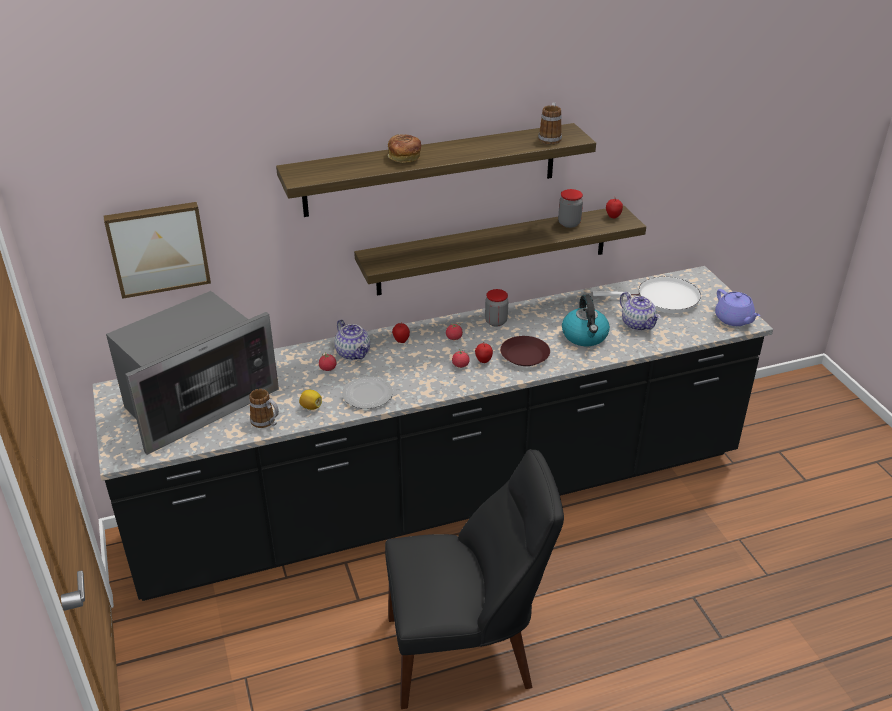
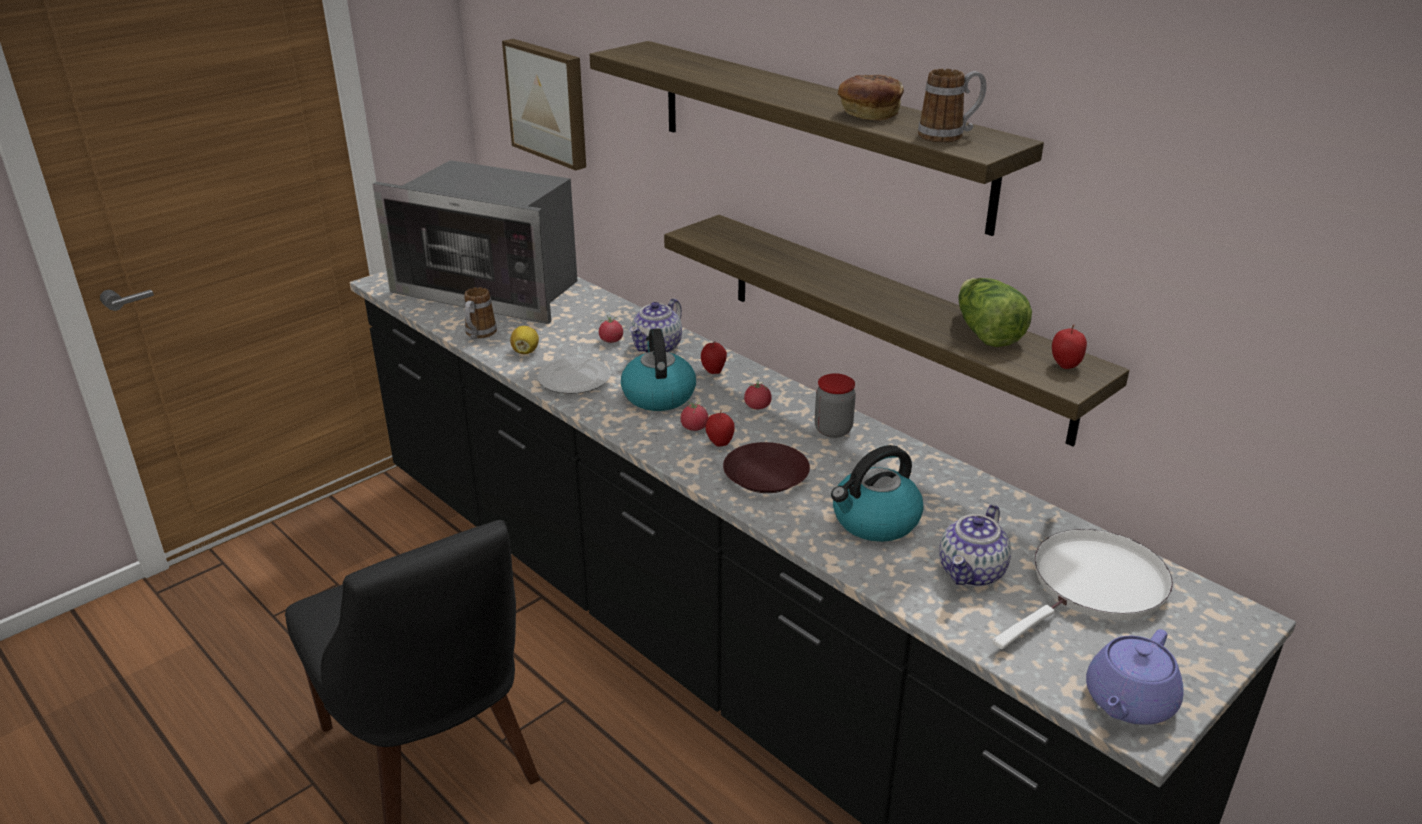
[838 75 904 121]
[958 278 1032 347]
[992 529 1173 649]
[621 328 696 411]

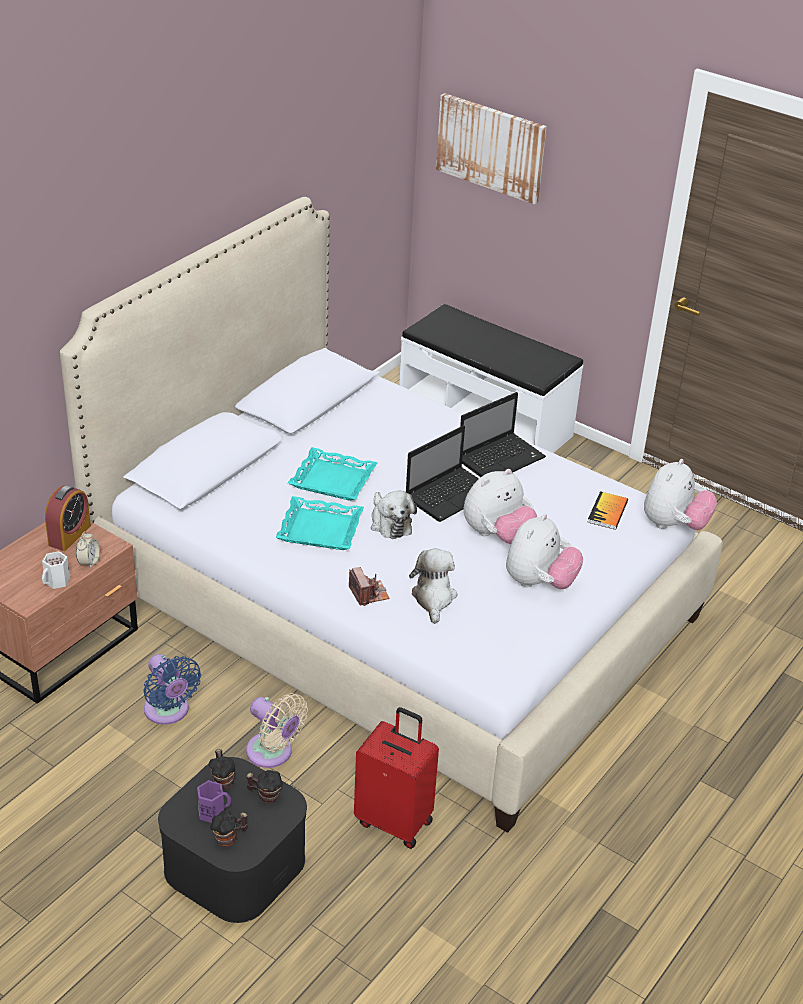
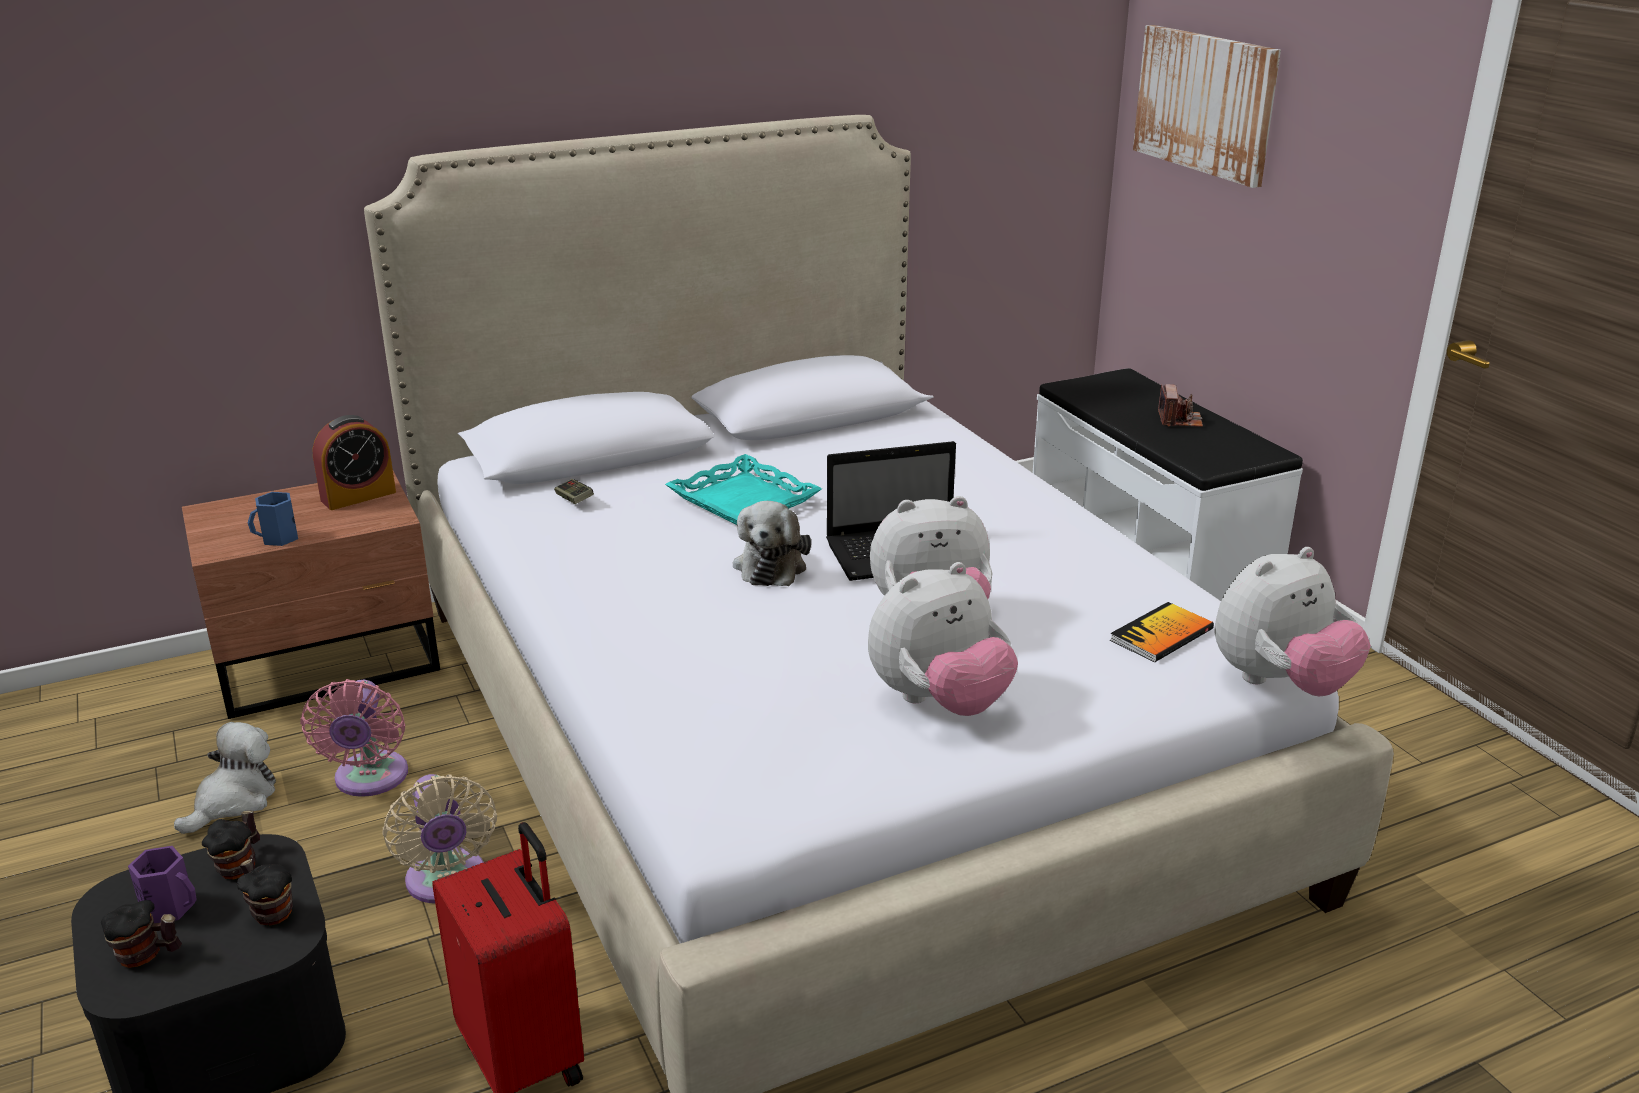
[248 492 298 546]
[76 531 100 569] (first image)
[300 679 408 797]
[275 496 364 550] (first image)
[1158 384 1203 427]
[174 722 276 834]
[460 392 546 477] (first image)
[554 479 594 504]

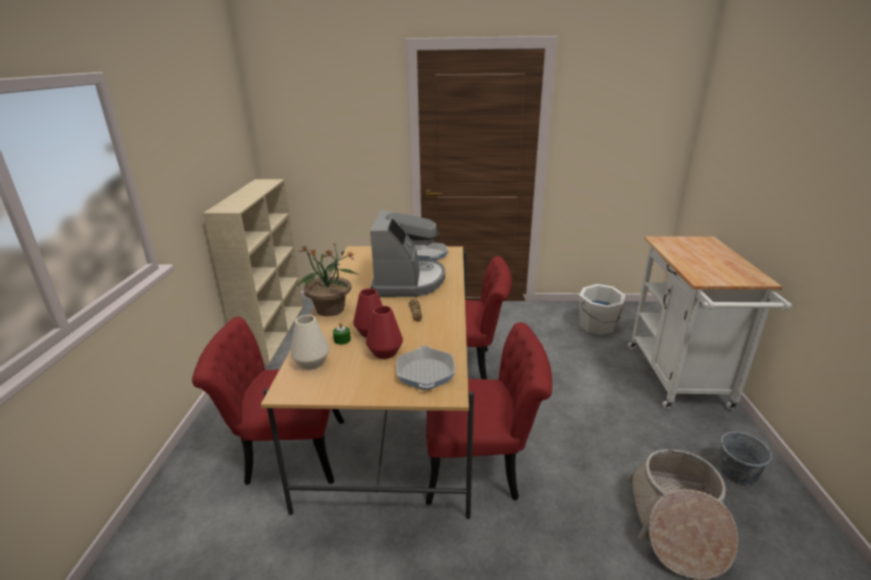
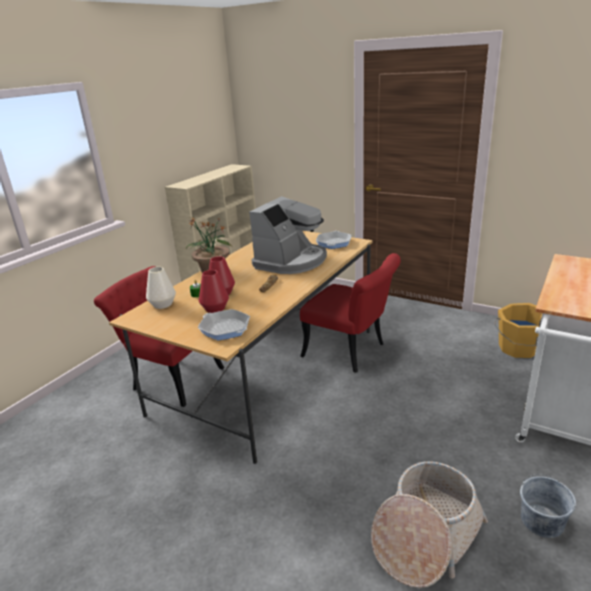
[198 309 250 340]
[426 322 552 505] (first image)
[494 303 542 358]

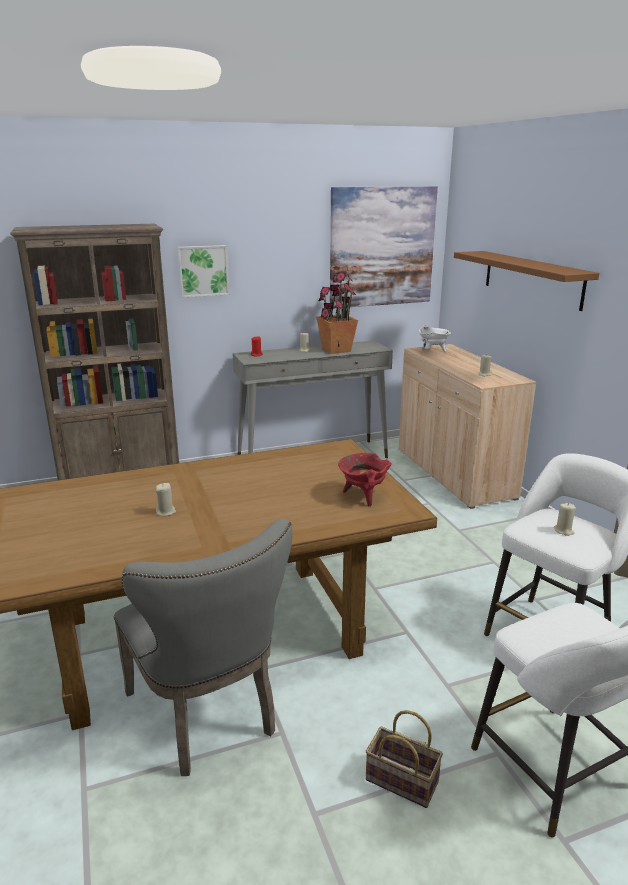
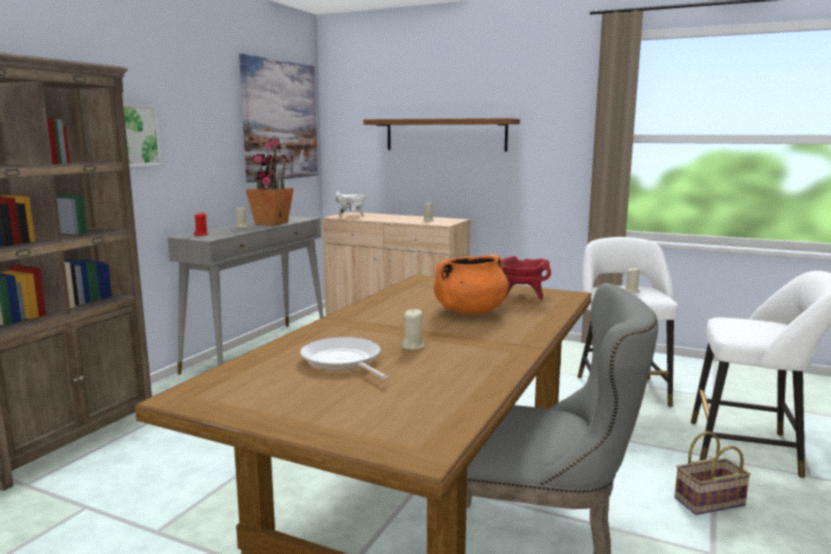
[300 337 389 380]
[434 255 509 314]

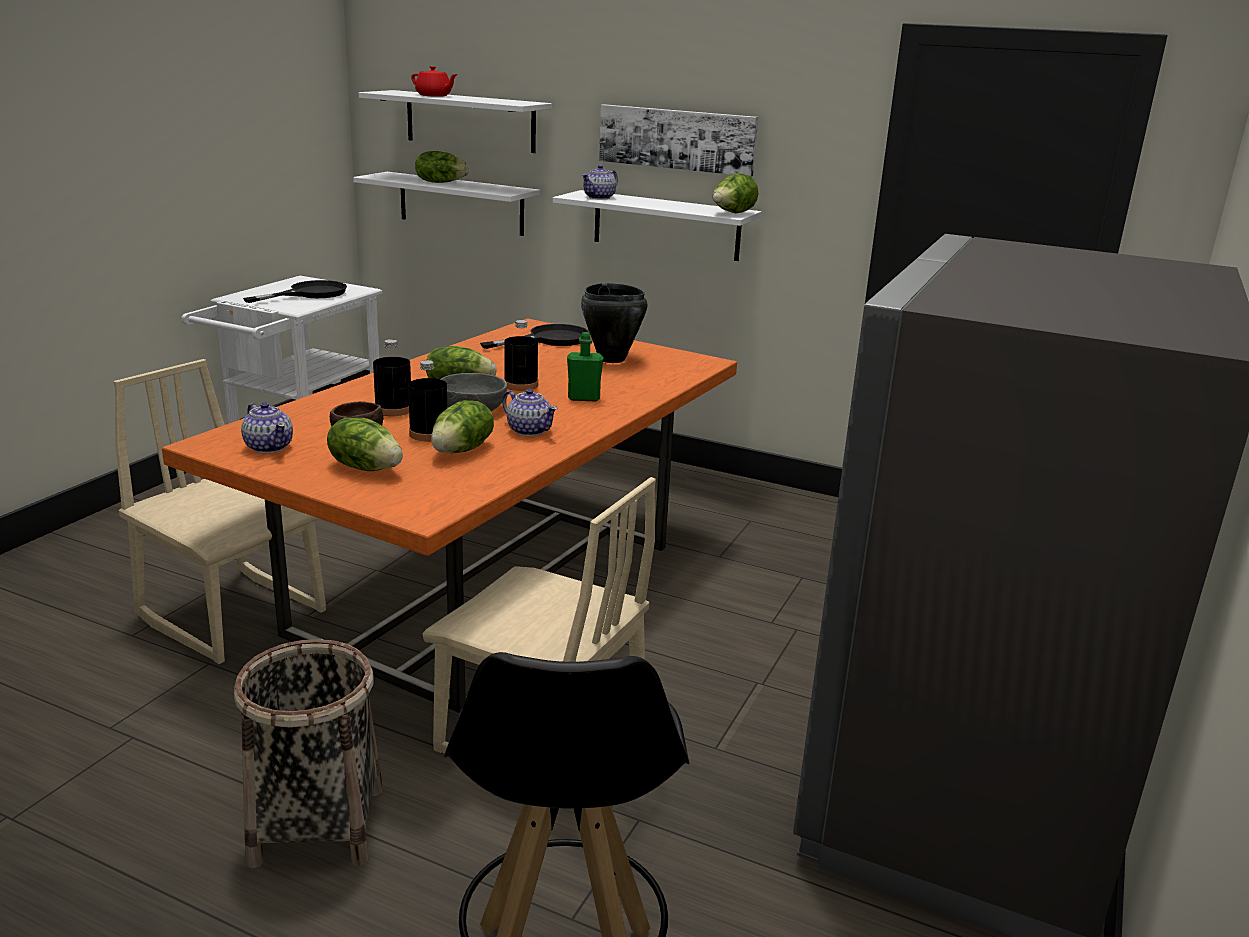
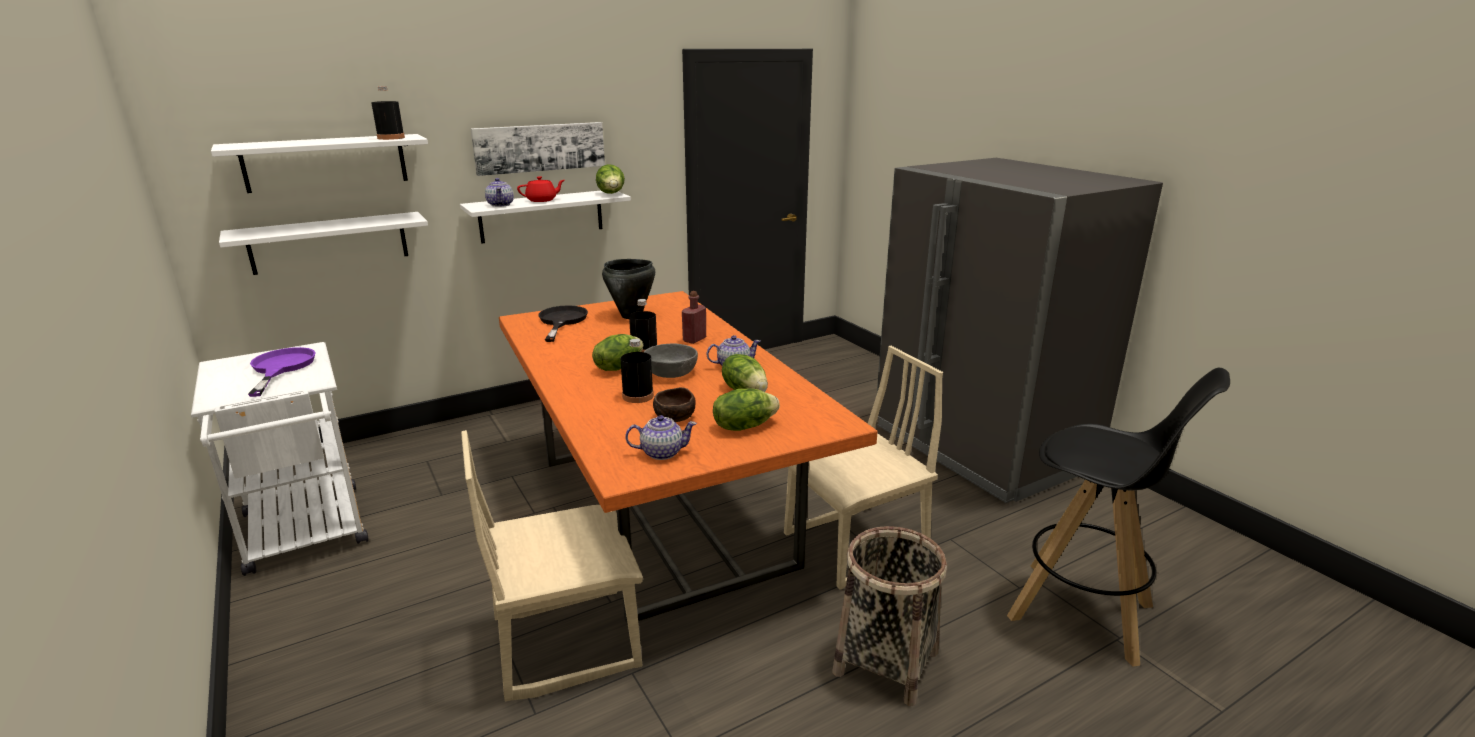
[248 347 316 397]
[371 86 405 140]
[517 176 564 202]
[415 151 469 183] (first image)
[682 291 706 344]

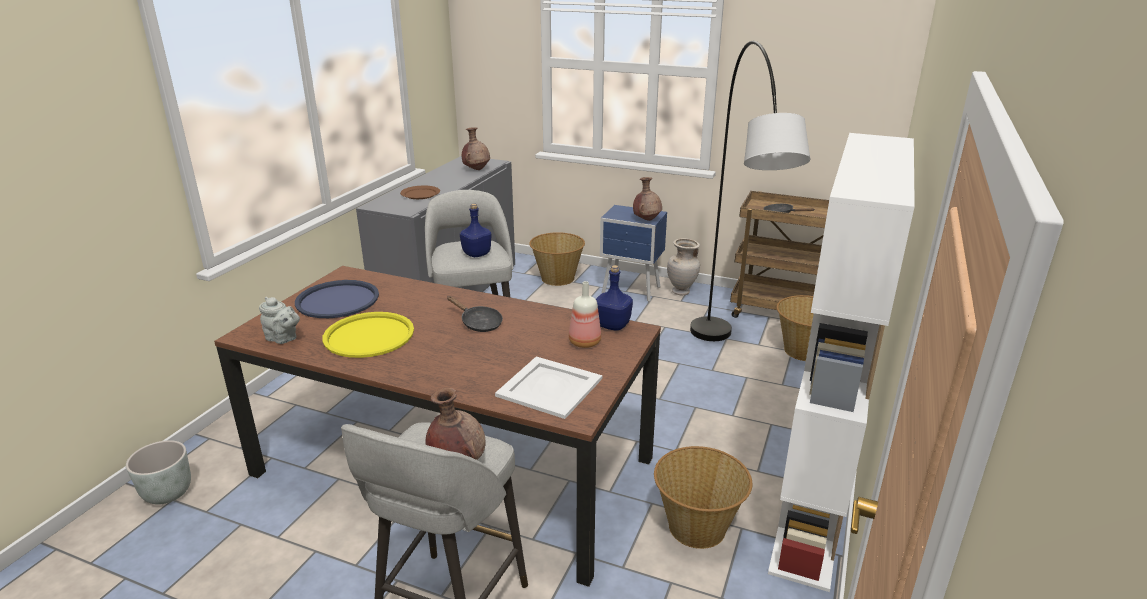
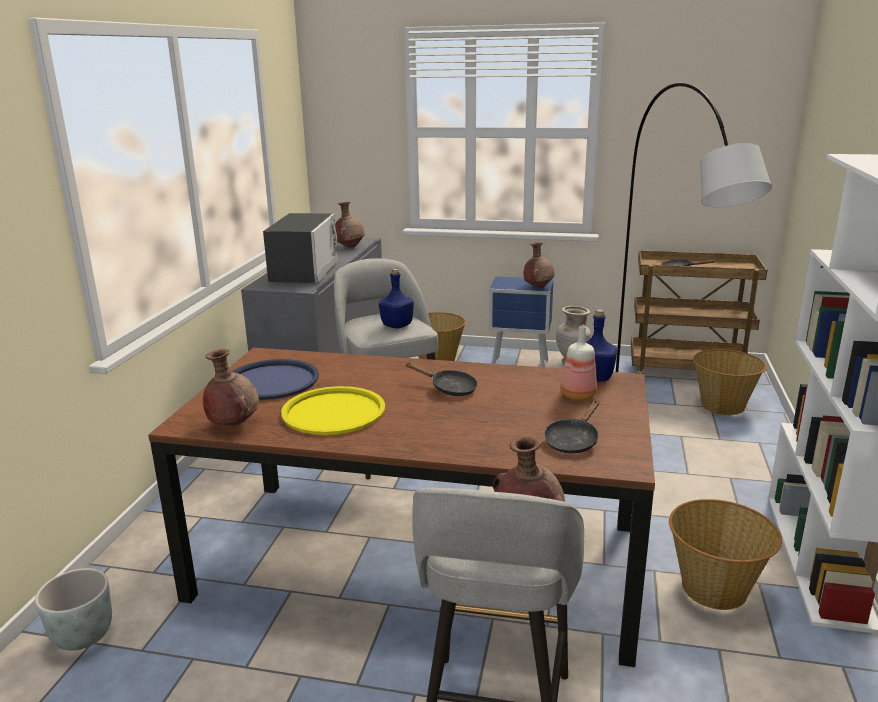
[203 349 259 425]
[263 213 338 283]
[544 400 599 454]

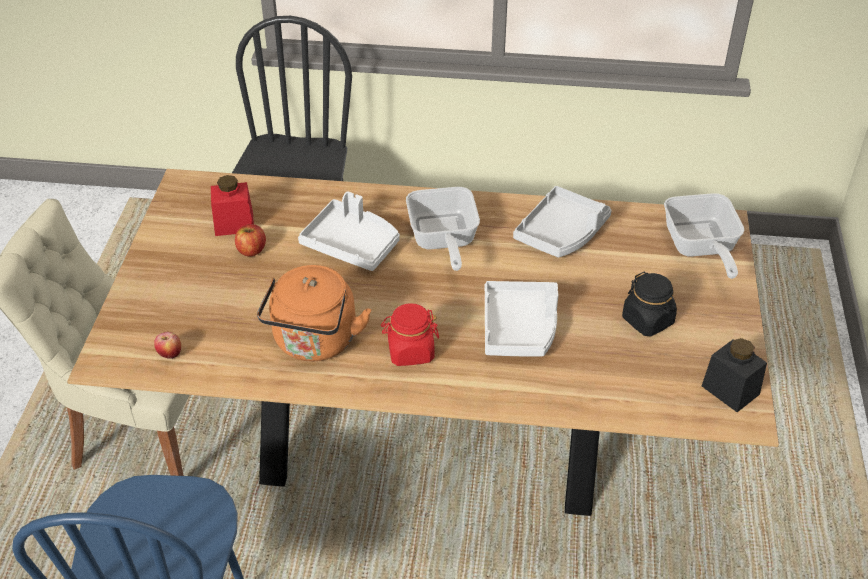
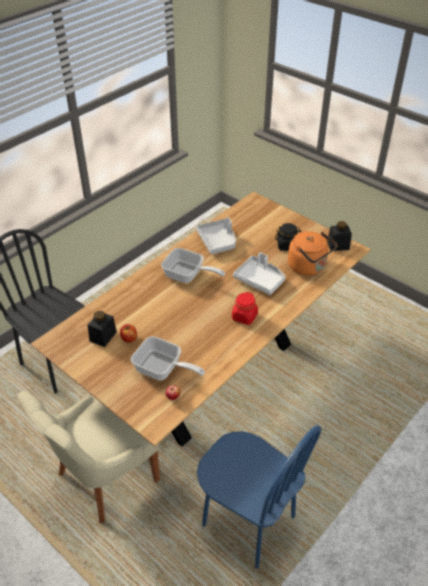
[88 311 117 347]
[288 231 337 276]
[298 192 400 271] (first image)
[131 336 205 381]

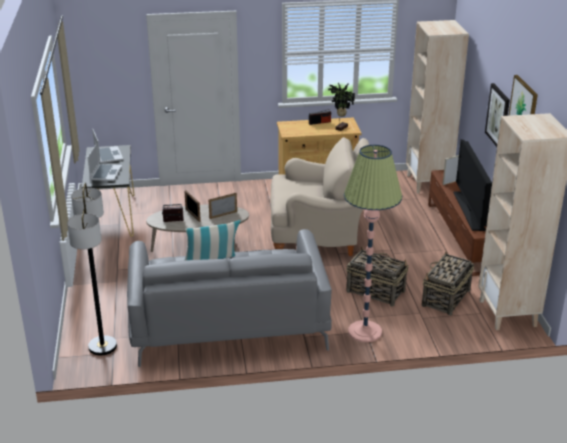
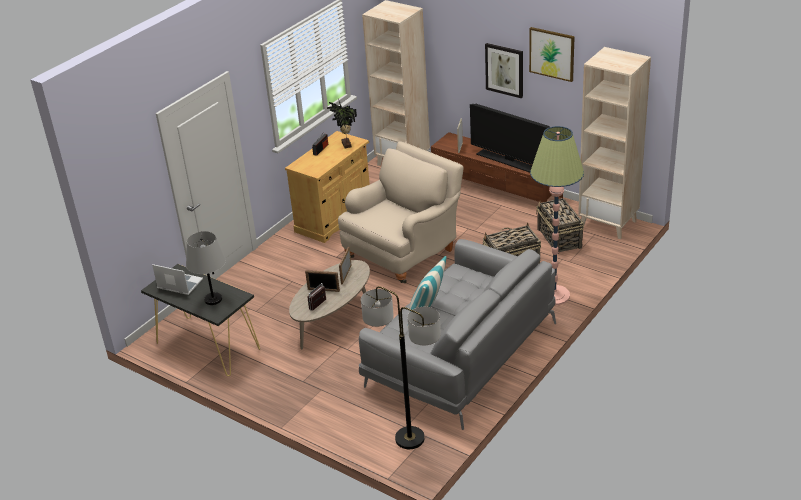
[186 231 226 305]

